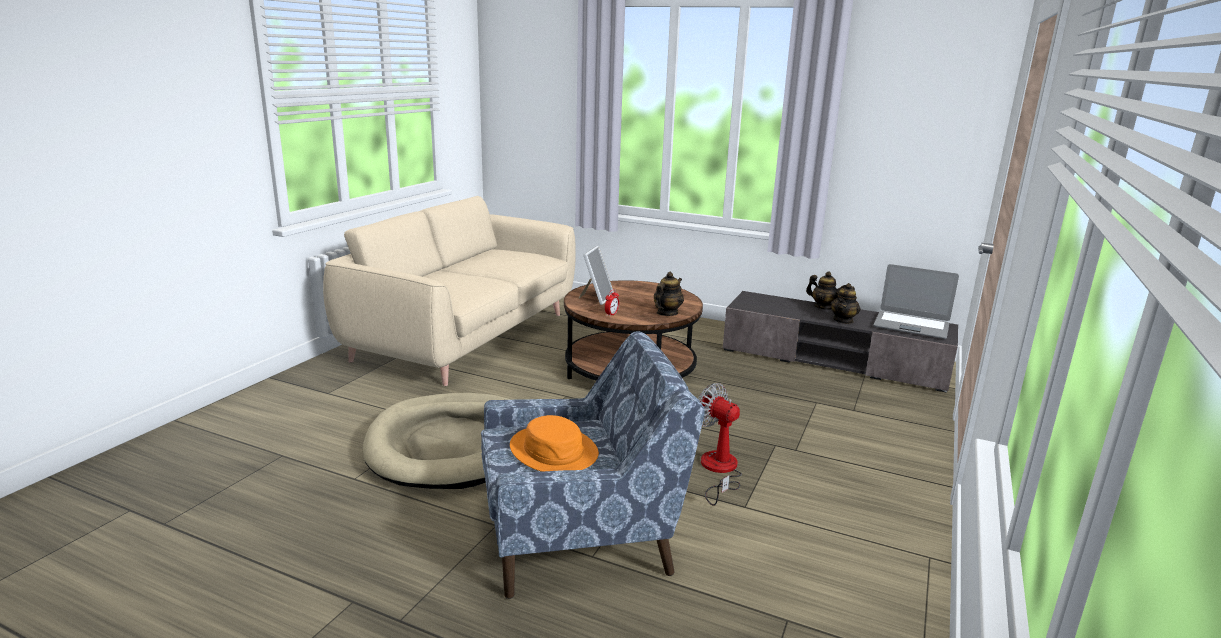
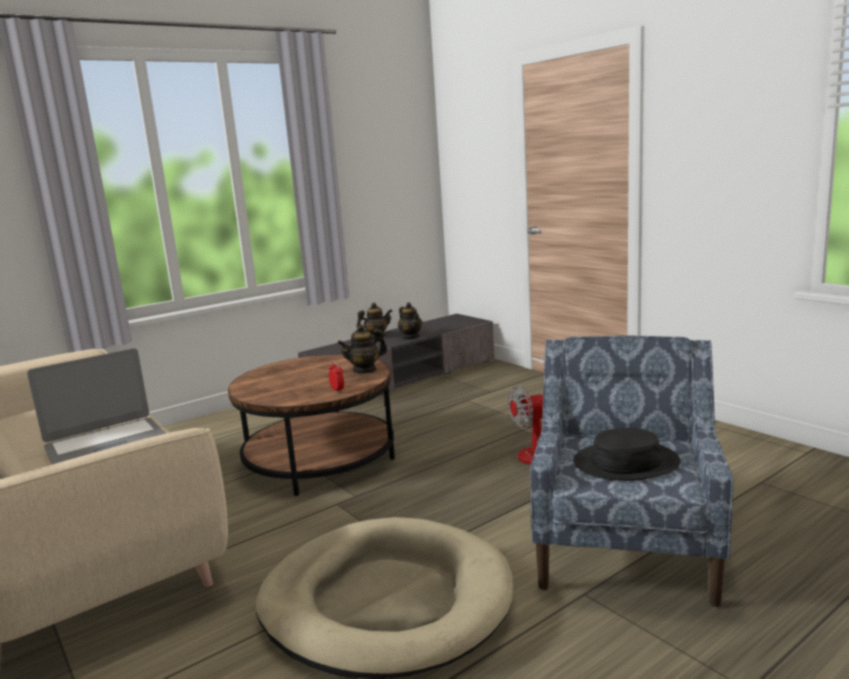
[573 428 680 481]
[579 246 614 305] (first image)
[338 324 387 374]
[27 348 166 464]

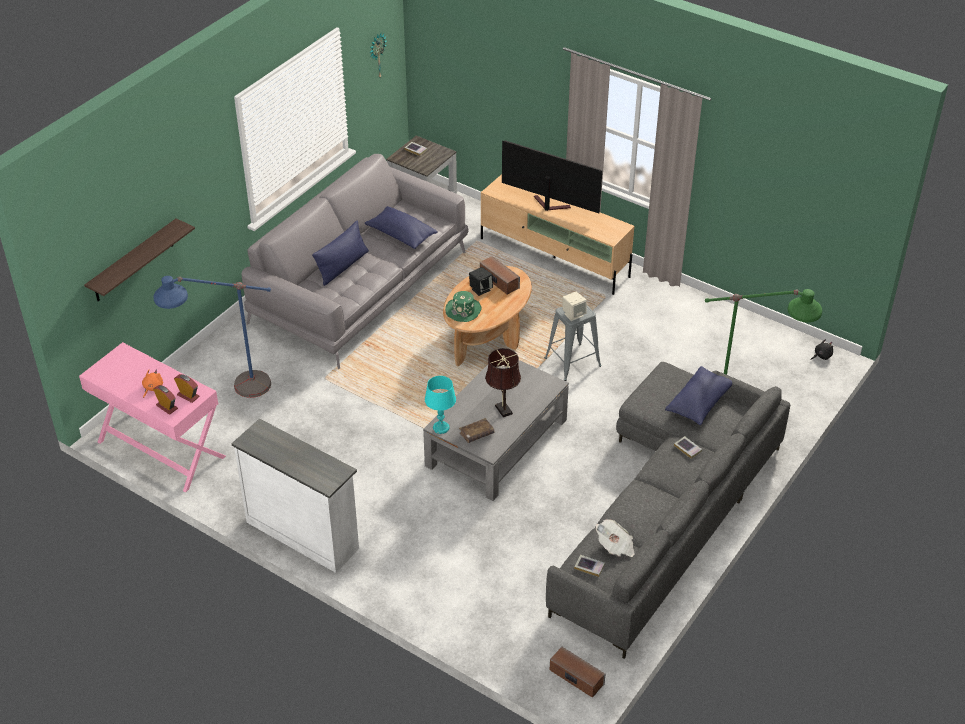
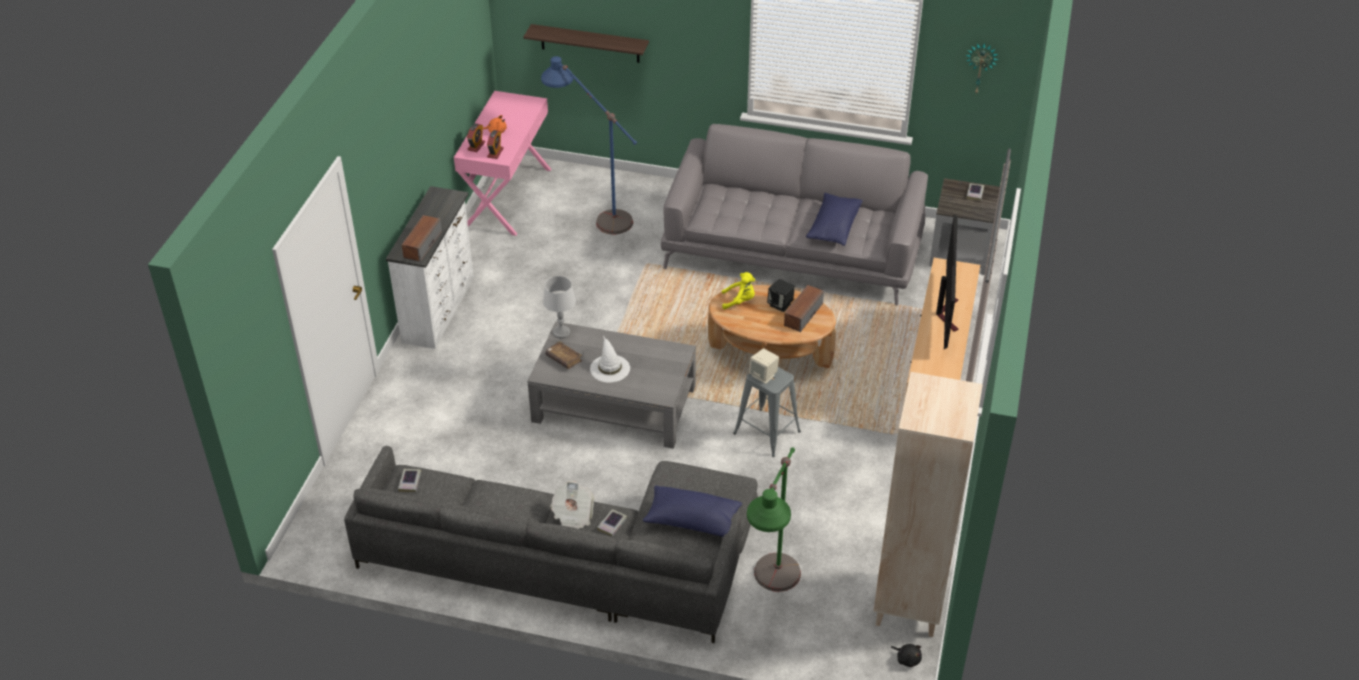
[312 221 369 286] (first image)
[543 276 576 338]
[722 272 755 309]
[590 335 630 383]
[402 215 442 262]
[551 481 594 529]
[873 372 983 637]

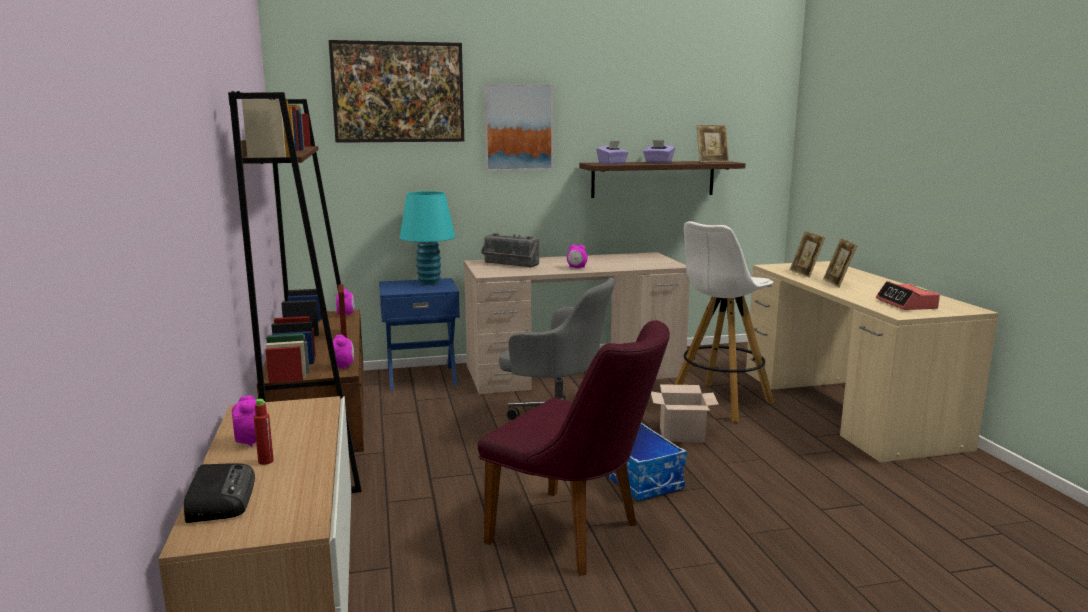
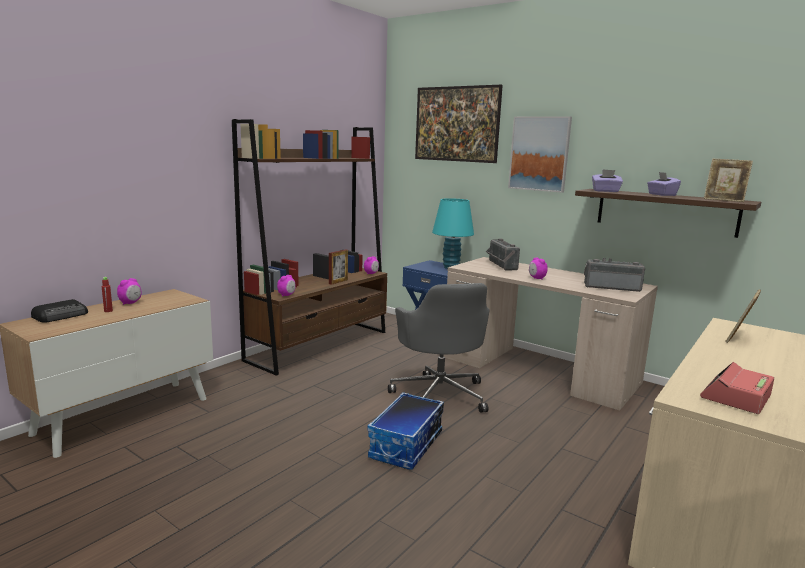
[478 320 670 576] (first image)
[651 384 719 442] (first image)
[674 221 774 422] (first image)
[823 238 858 288] (first image)
[584 258 645 292]

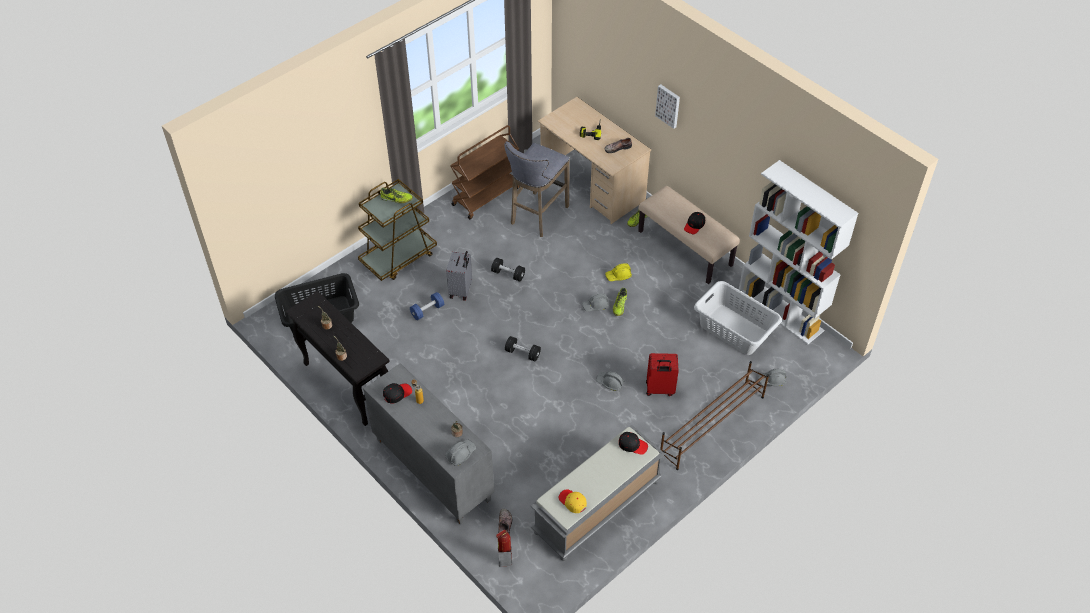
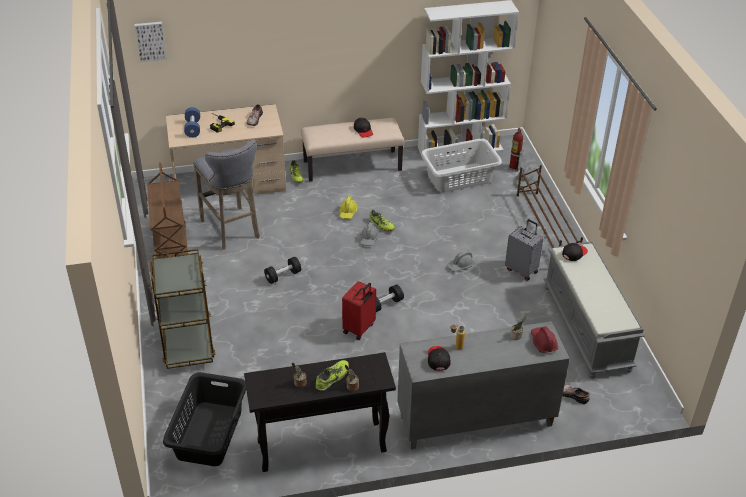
[316 360 349 391]
[184 107 200 138]
[531 326 558 353]
[505 219 543 281]
[508 128 524 172]
[558 489 587 513] (first image)
[342 281 376 340]
[134 22 167 62]

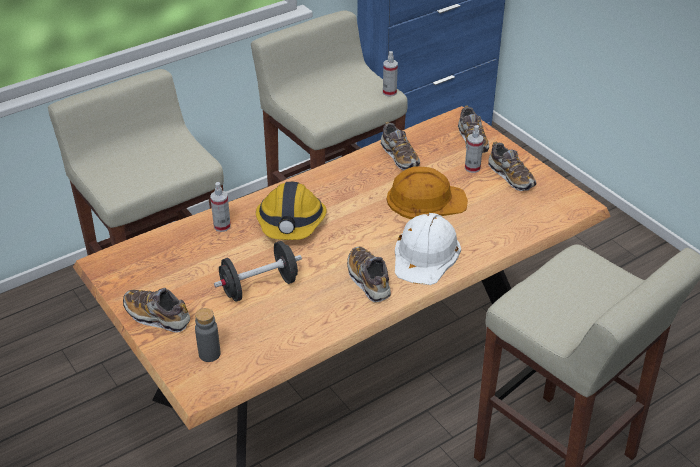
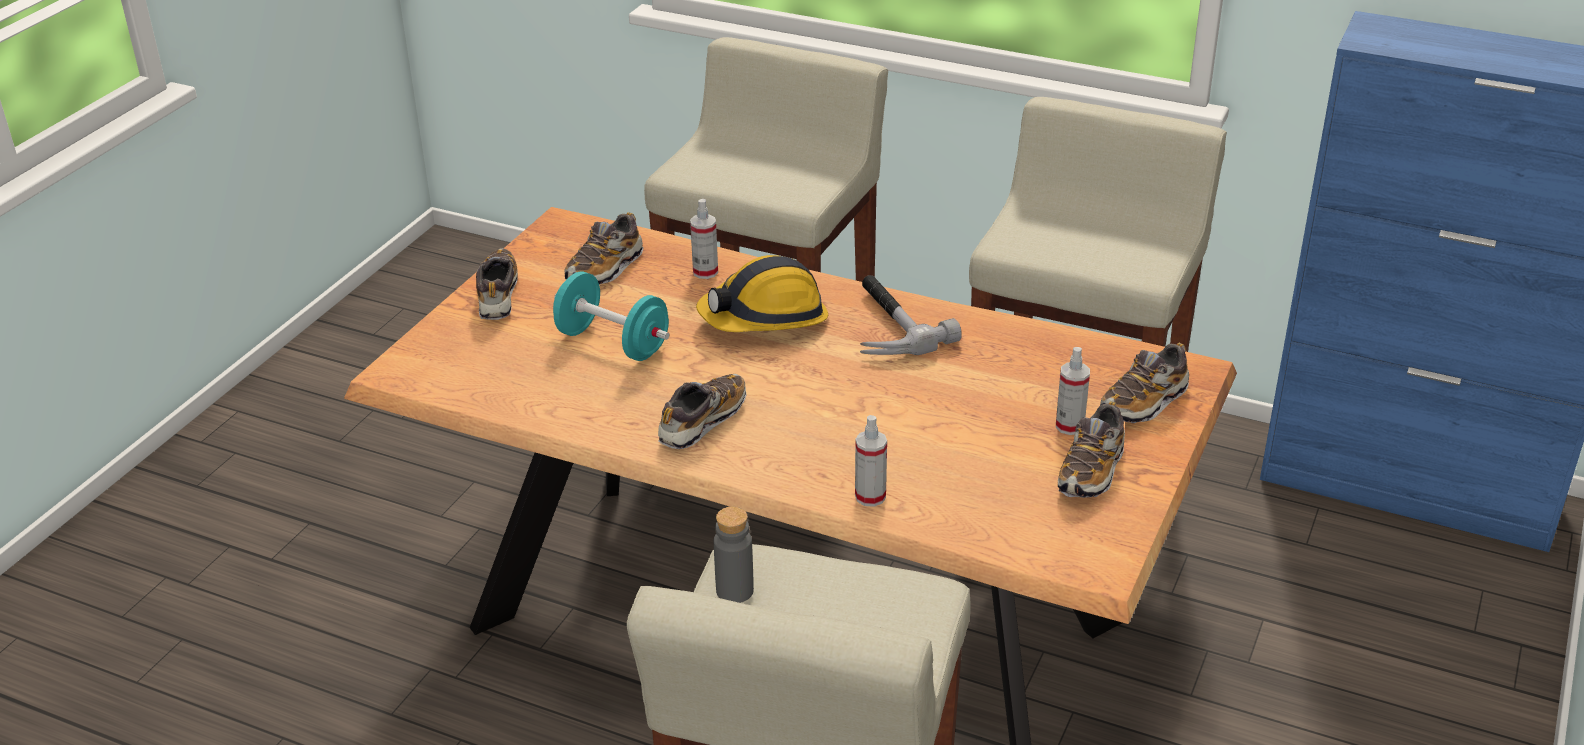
[714 507 754 603]
[553 271 670 361]
[564 212 644 285]
[855 415 887 507]
[387 167 468 219] (first image)
[395 213 461 285] (first image)
[860 275 962 355]

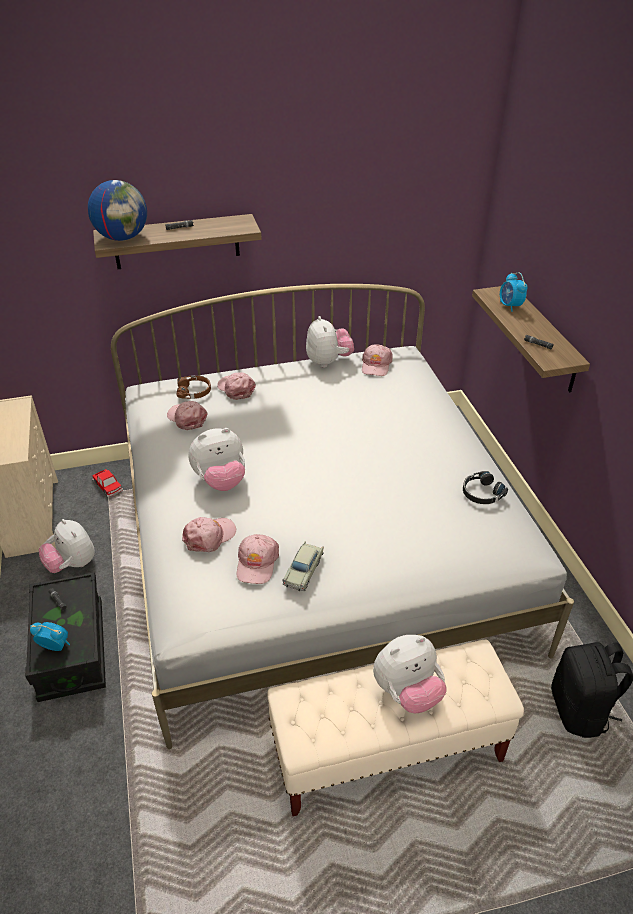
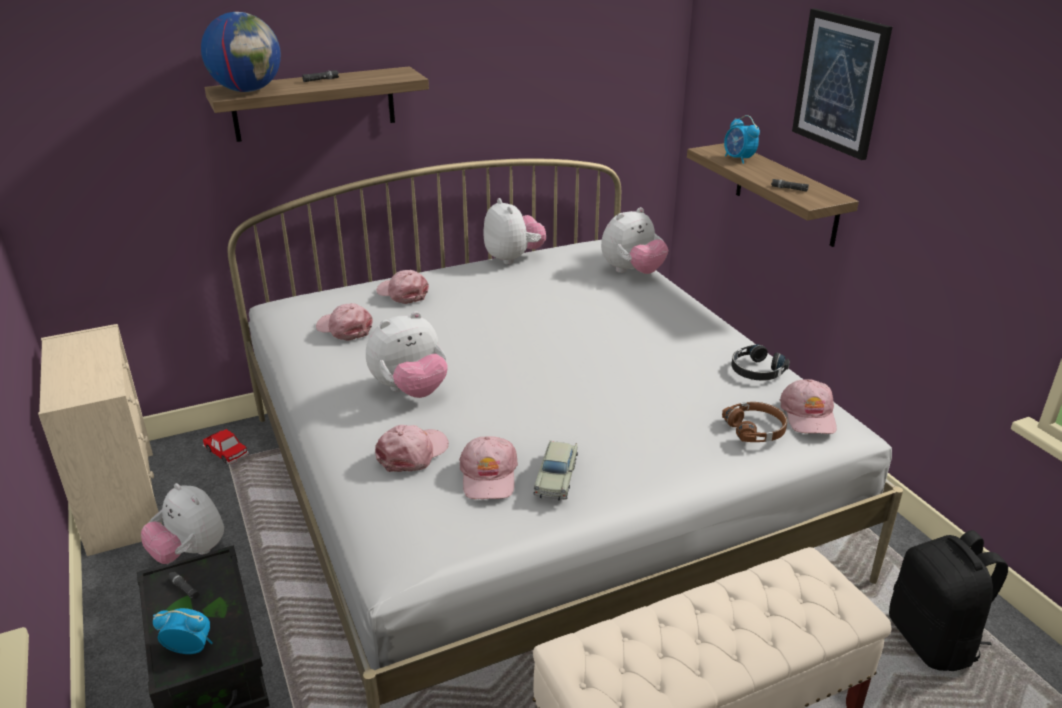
[722 402 787 442]
[780 379 837 434]
[601 207 668 274]
[792 8 892 160]

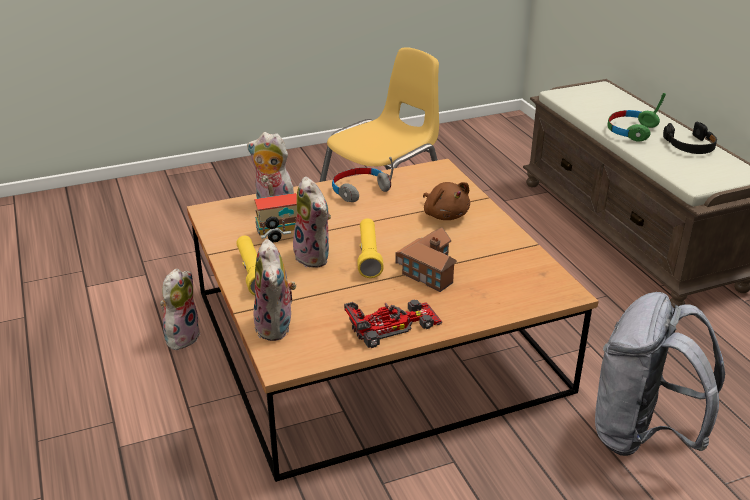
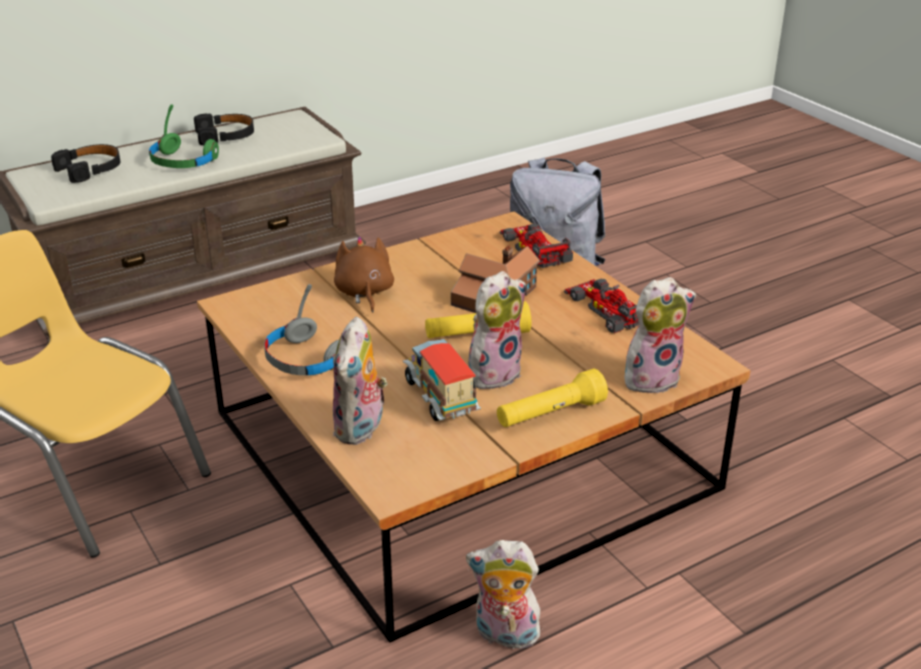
[334 236 394 313]
[51 144 120 183]
[499 223 573 268]

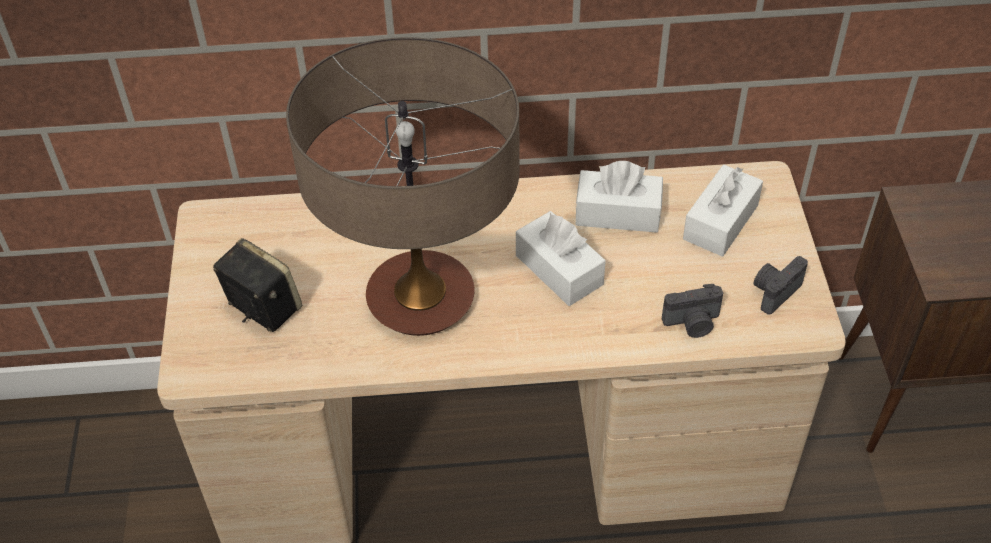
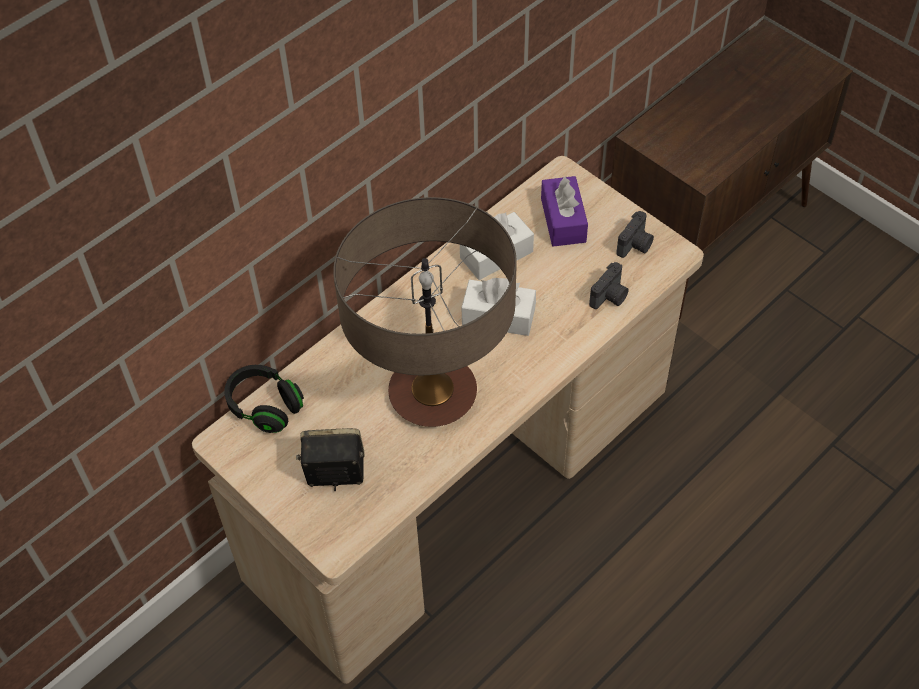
[541 175 588 247]
[616 211 654 258]
[224 365 304 433]

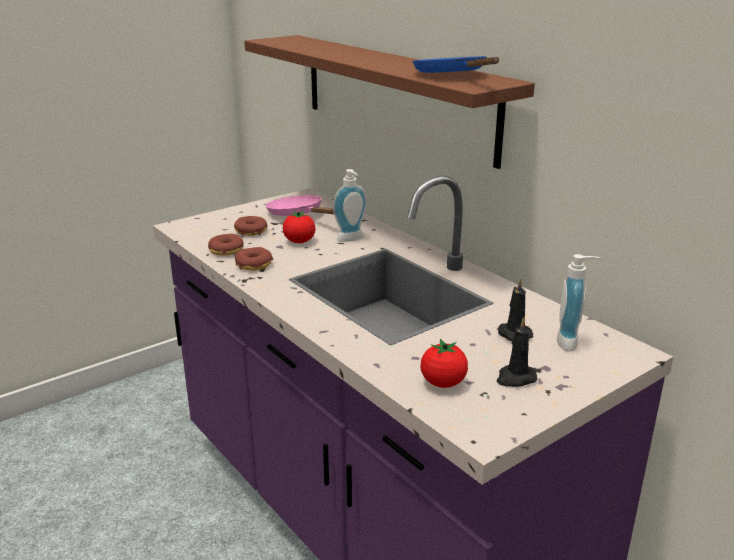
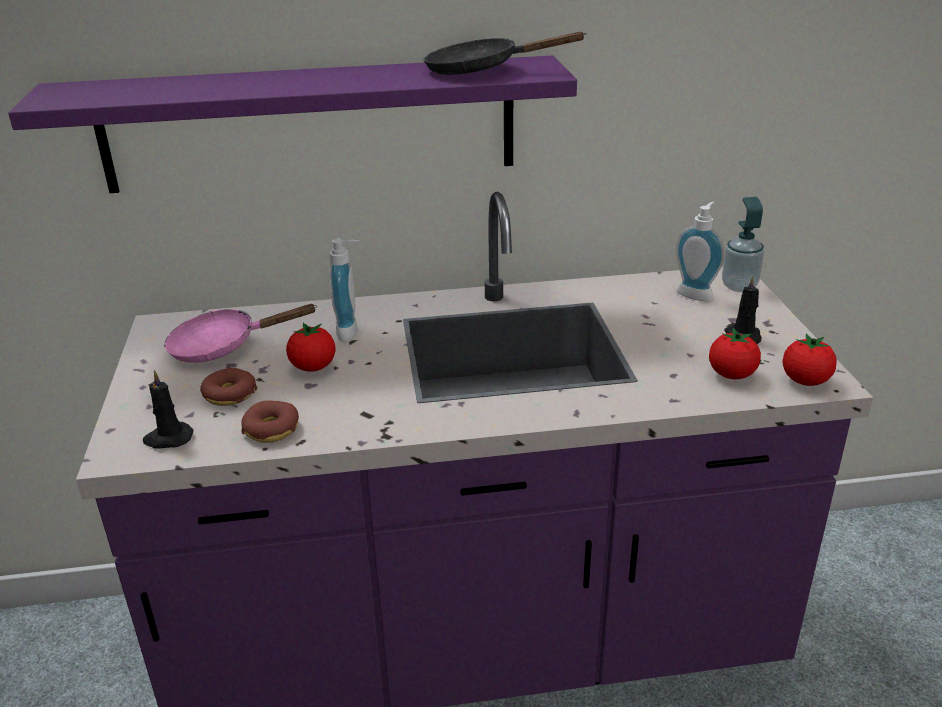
[235 247 273 271] (first image)
[8 55 577 193]
[423 32 587 75]
[143 370 193 449]
[722 197 764 292]
[782 334 837 386]

